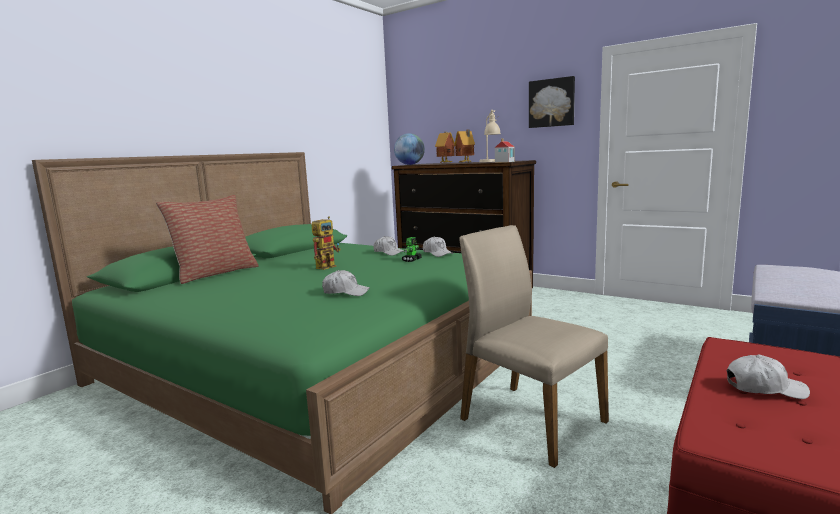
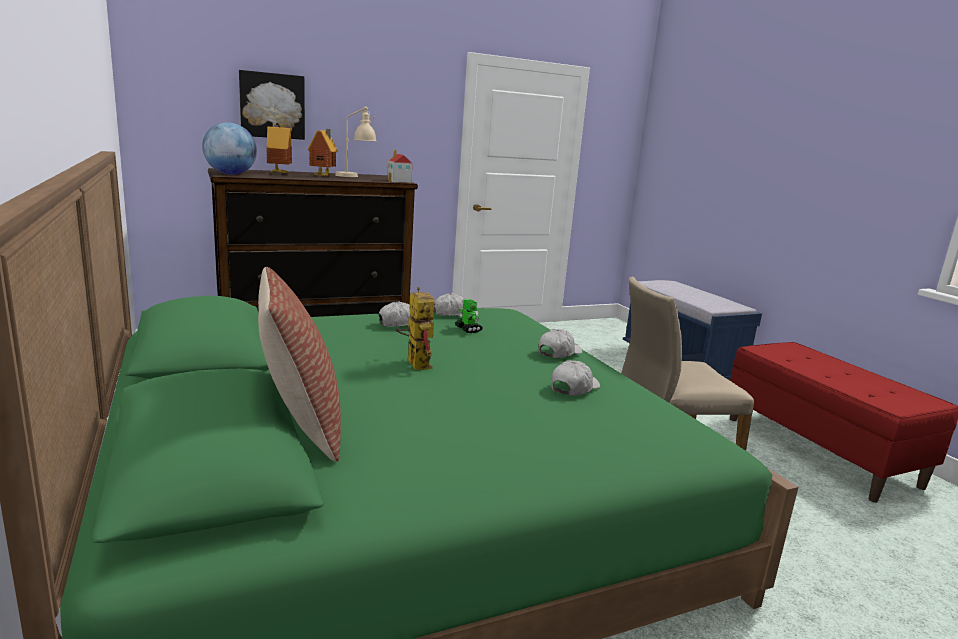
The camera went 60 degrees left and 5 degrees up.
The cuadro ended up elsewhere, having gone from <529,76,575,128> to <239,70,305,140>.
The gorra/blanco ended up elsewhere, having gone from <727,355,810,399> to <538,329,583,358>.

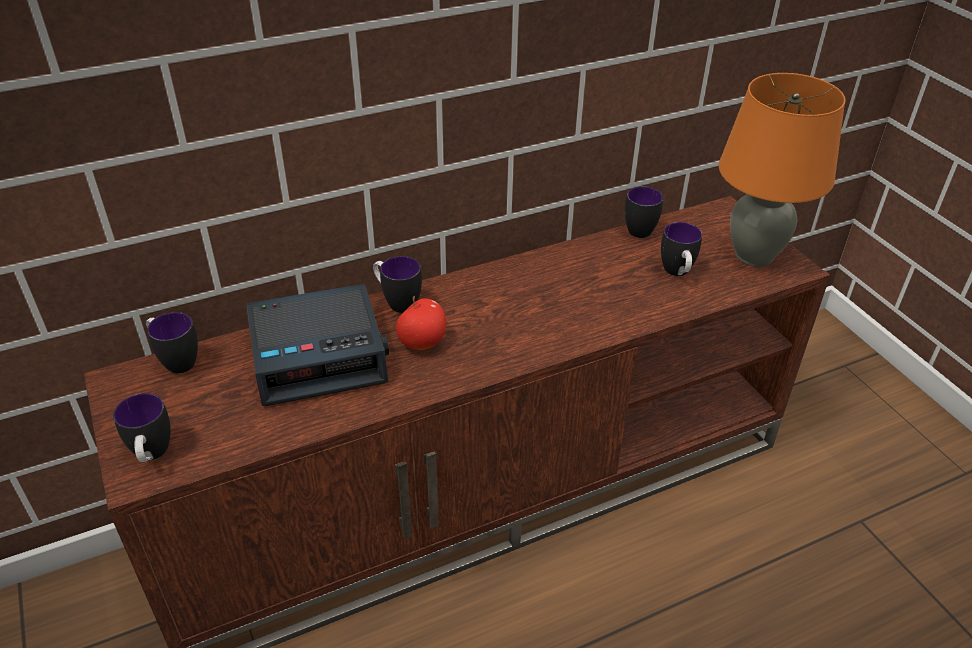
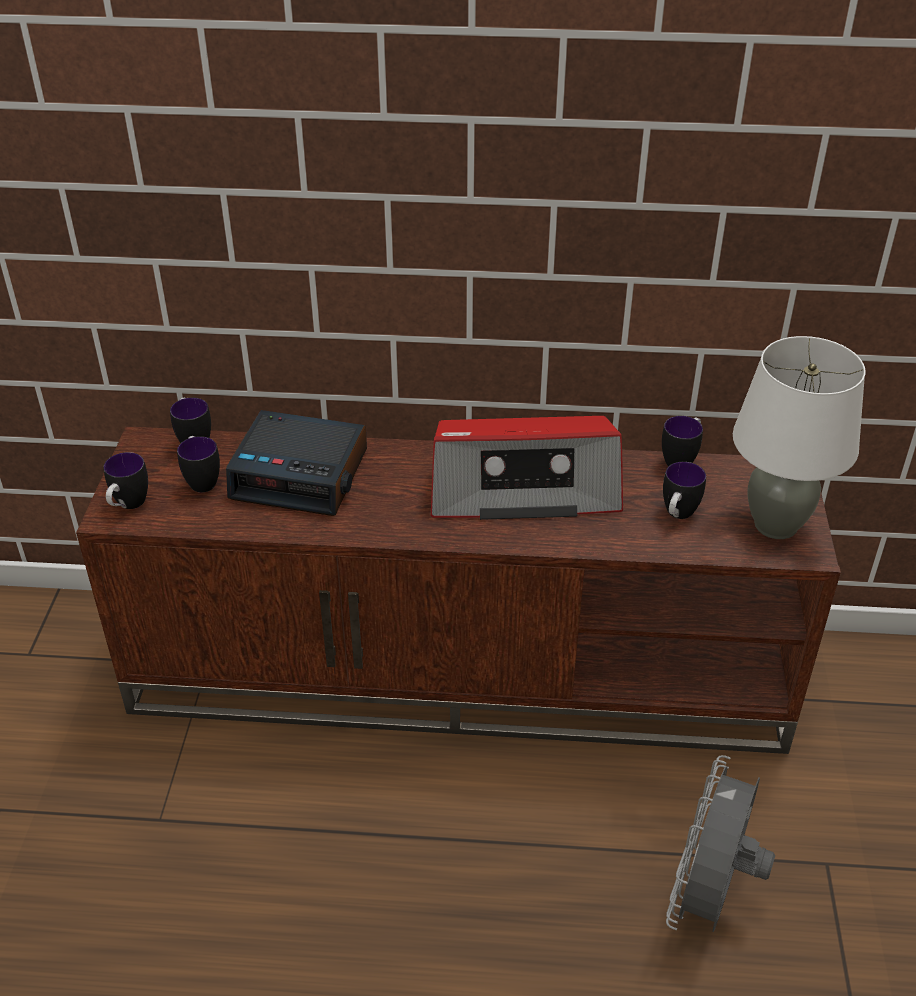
The camera went 30 degrees right and 0 degrees up.
The taza grande ended up elsewhere, having gone from <373,256,422,313> to <177,436,220,492>.
The second view lost the manzana at <396,296,446,350>.
What was the lámpara de mesa/naranja at <719,73,846,267> turned into the lámpara de mesa/blanco at <733,336,866,539>.
The second view gained the radio at <431,416,623,520>.
The second view gained the ventilador/gris at <666,755,775,932>.

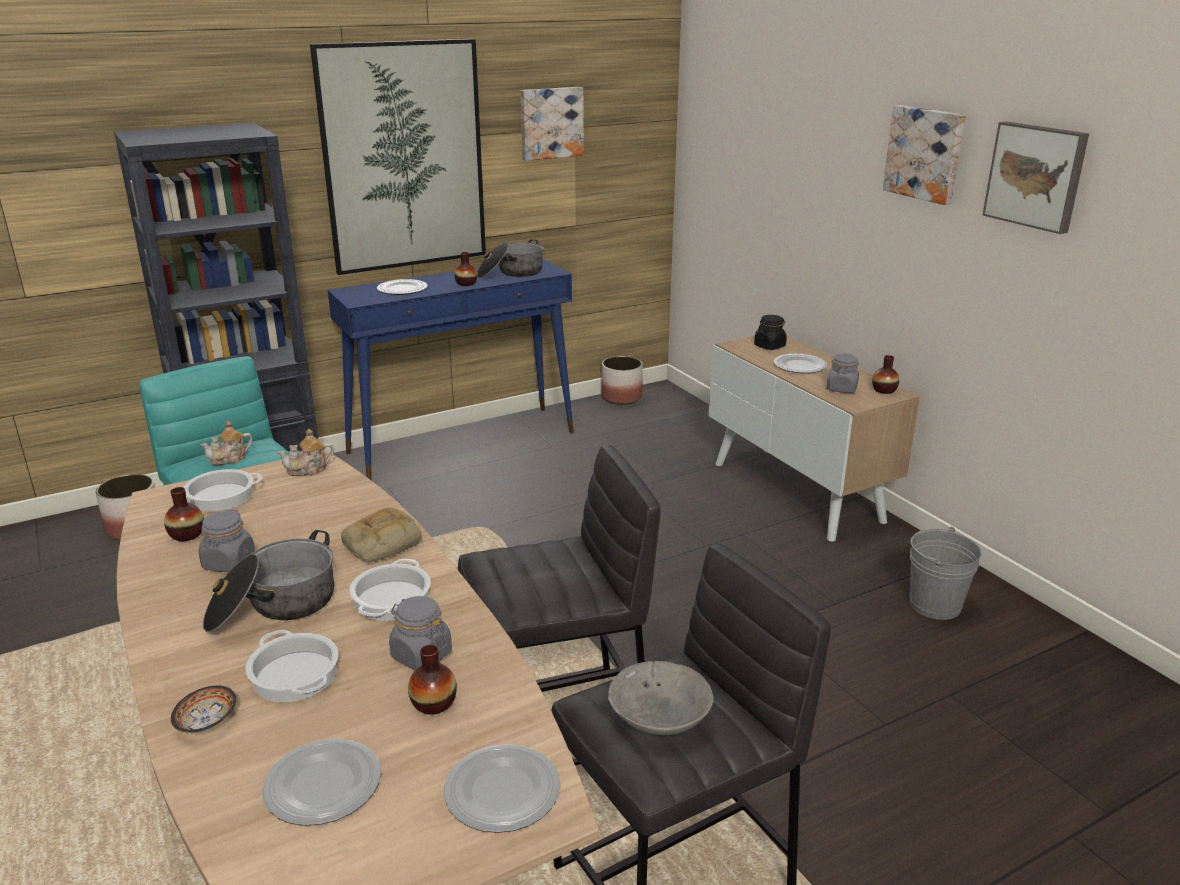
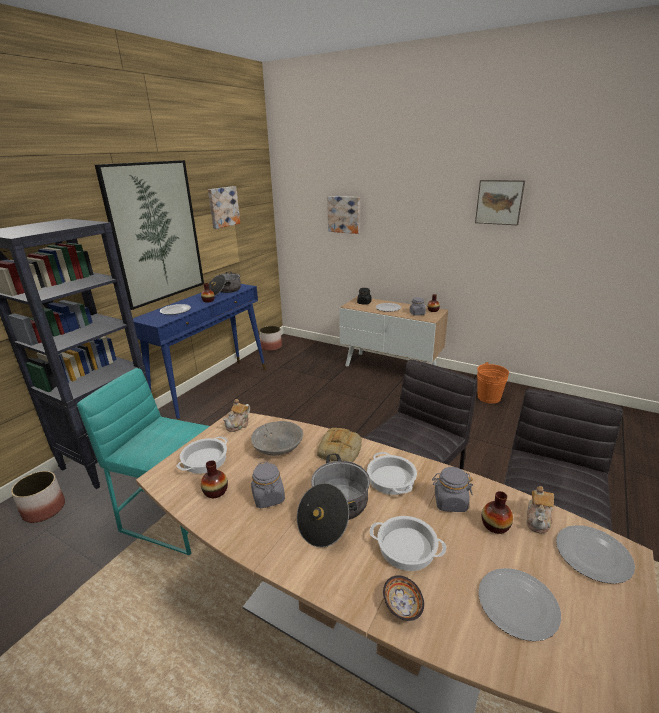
The camera went 30 degrees left and 0 degrees up.
The tetera ended up elsewhere, having gone from <200,421,252,465> to <526,486,554,534>.
The cuenco/gris ended up elsewhere, having gone from <608,661,713,735> to <251,421,303,456>.
The cuadro ended up elsewhere, having gone from <883,105,966,205> to <327,196,360,234>.
What was the cubo/gris at <909,527,982,620> turned into the cubo/naranja at <477,362,509,404>.

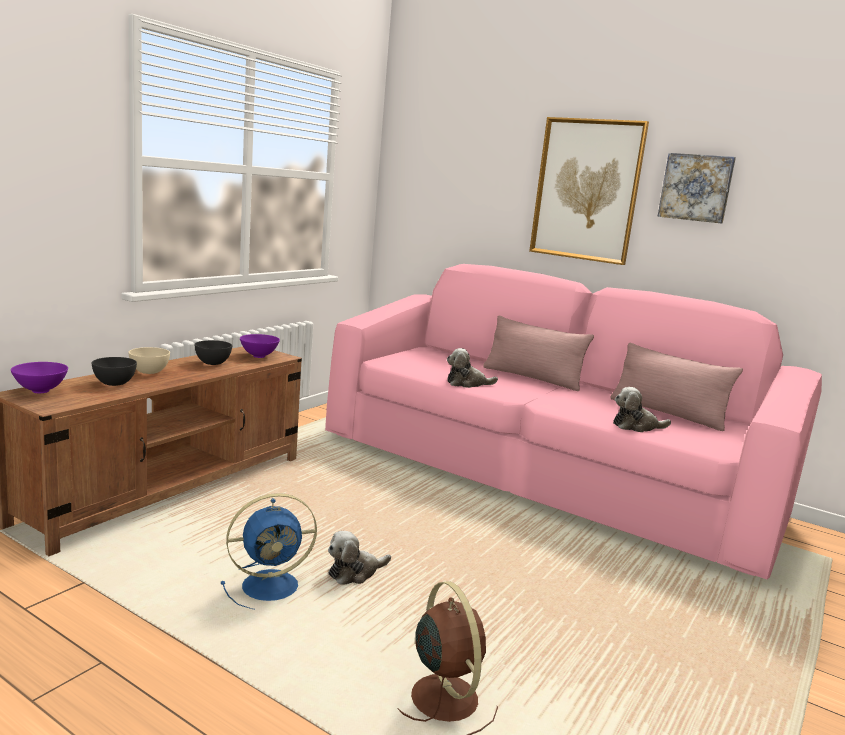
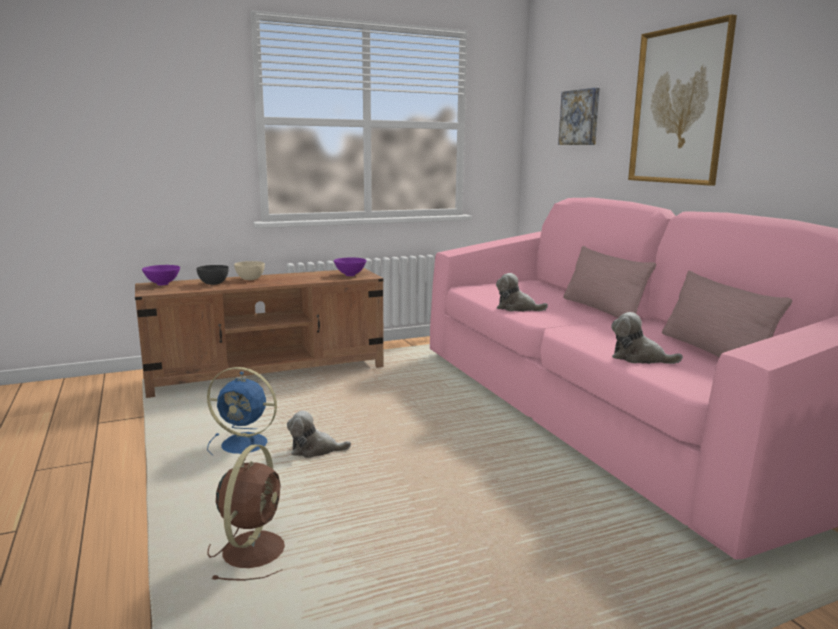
The camera went 35 degrees right and 0 degrees up.
The second view lost the cuenco/gris at <194,340,232,365>.
The cuadro ended up elsewhere, having gone from <658,153,736,223> to <558,88,600,145>.

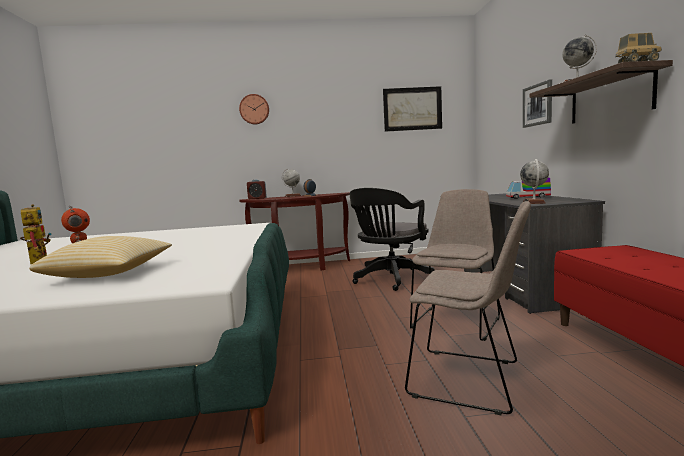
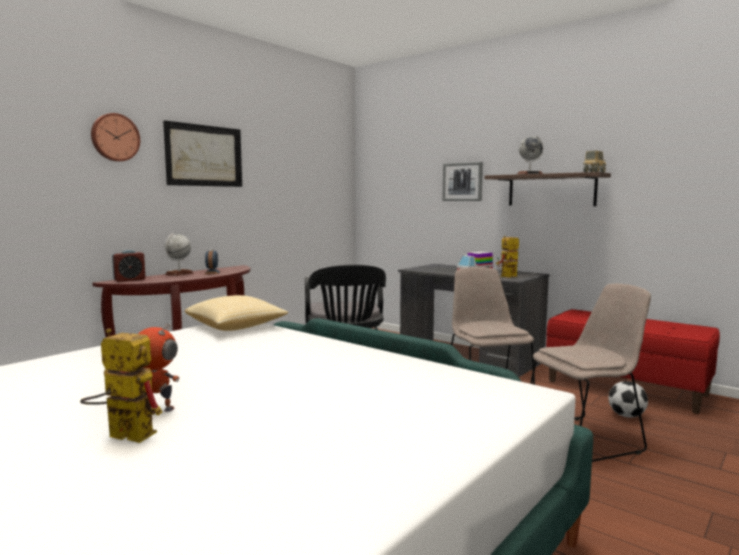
The camera went 45 degrees left and 0 degrees up.
The cojín ended up elsewhere, having gone from <29,236,172,278> to <185,295,288,331>.
The cuadro ended up elsewhere, having gone from <383,86,442,132> to <163,120,242,187>.
Where the globo terráqueo stood at <520,159,549,204>, the robot de juguete came to stand at <496,236,519,277>.
The second view gained the balón de fútbol at <608,381,648,418>.

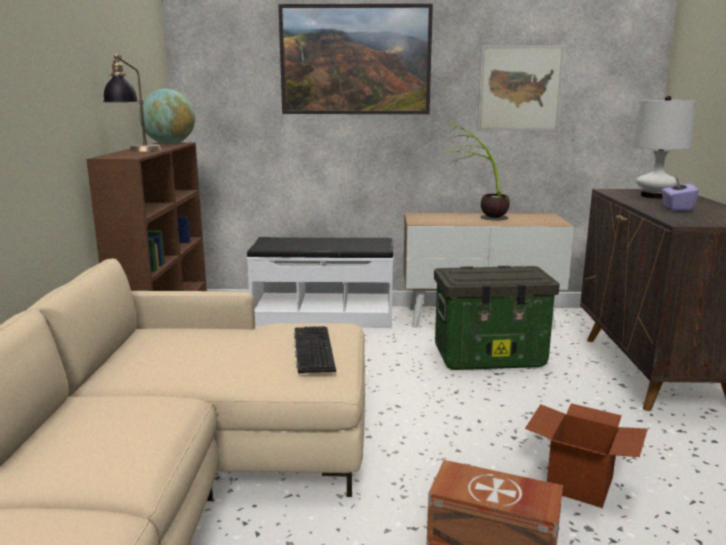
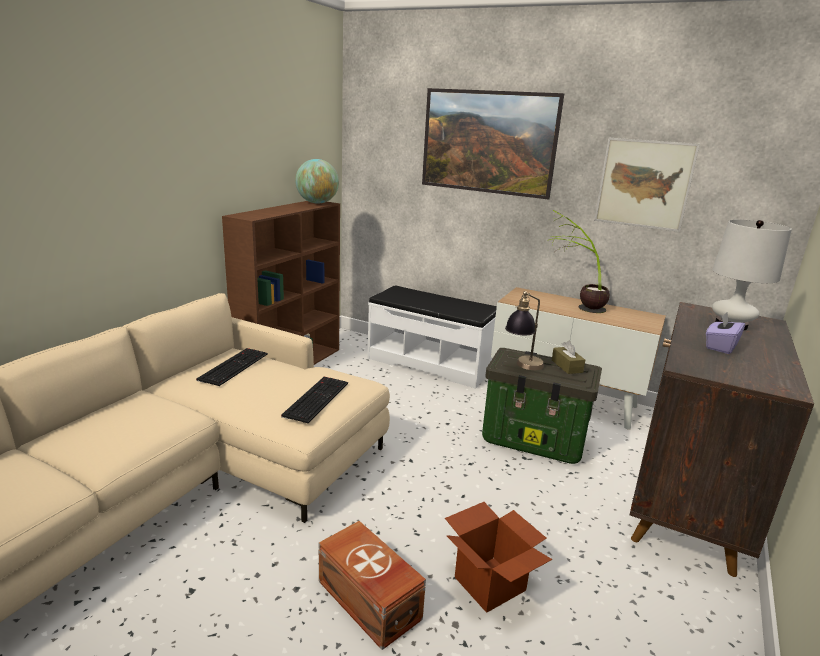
The camera went 25 degrees right and 5 degrees up.
The lámpara de mesa ended up elsewhere, having gone from <103,54,162,152> to <505,291,544,370>.
The second view gained the teclado at <196,348,268,386>.
The second view gained the caja de pañuelos/marrón at <552,341,585,374>.

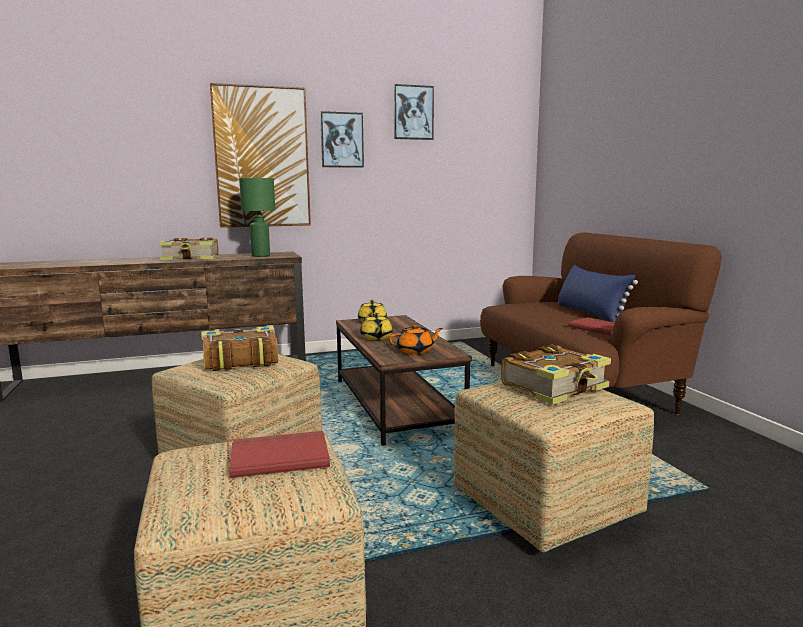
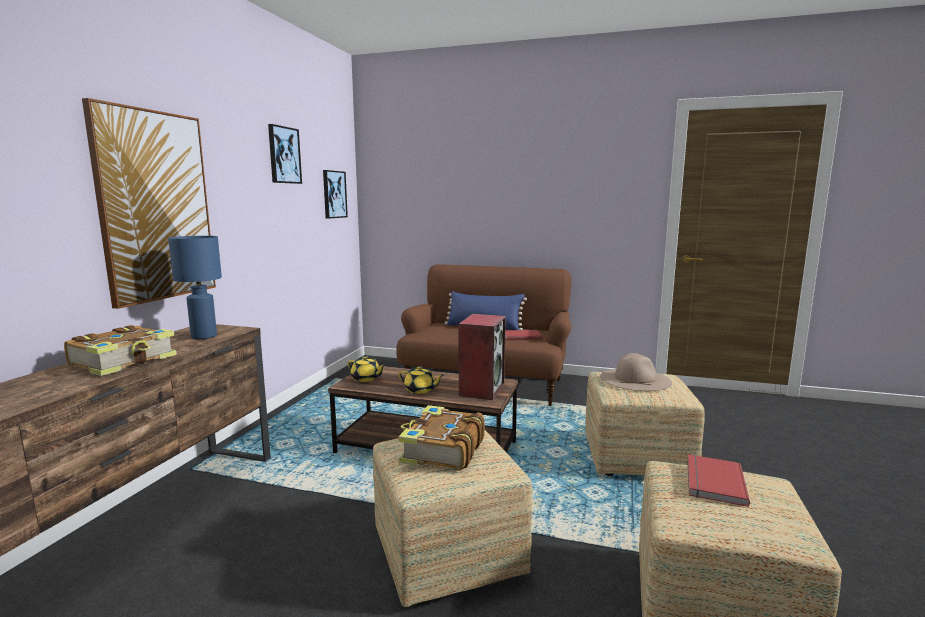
The camera went 55 degrees left and 0 degrees up.
What was the lámpara de mesa/verde at <239,178,275,257> turned into the lámpara de mesa/azul at <168,236,222,339>.
The cuadro ended up elsewhere, having gone from <320,111,364,168> to <323,170,348,219>.
Where the tetera/naranja stood at <389,324,443,355>, the altavoz came to stand at <459,314,506,400>.
Where the libro stood at <501,345,611,405>, the sombrero/beis came to stand at <600,353,672,391>.

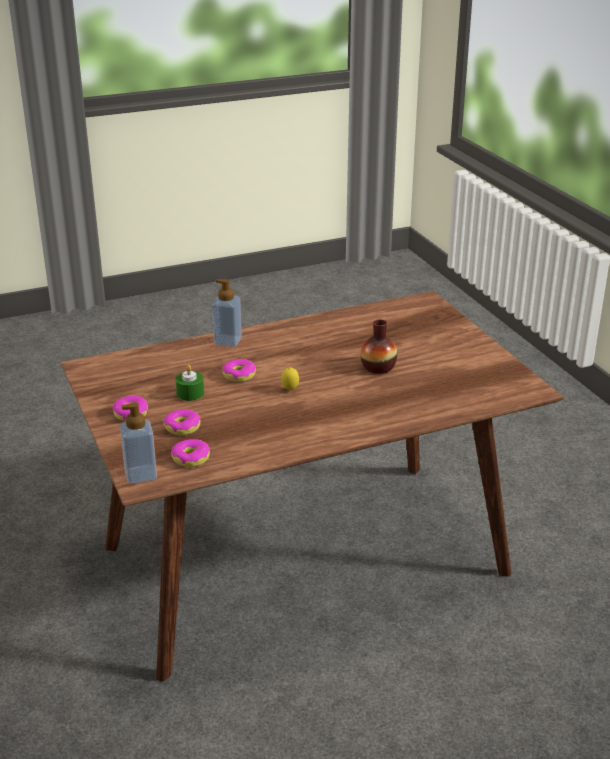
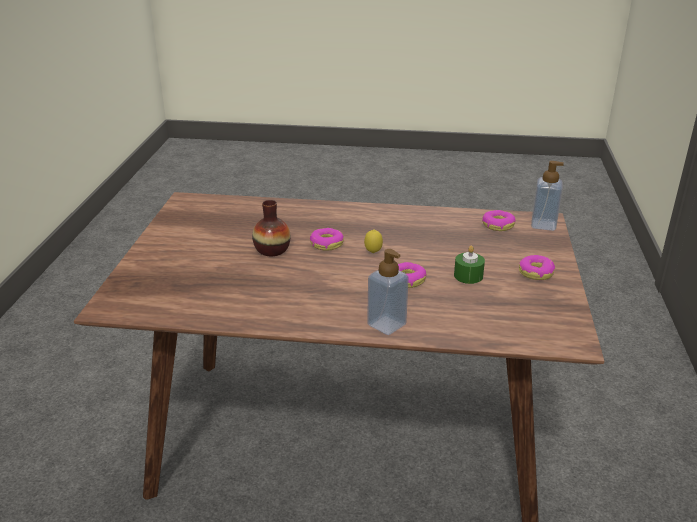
The camera went 150 degrees left and 0 degrees up.
The rosquilla ended up elsewhere, having gone from <164,409,200,436> to <309,228,344,251>.

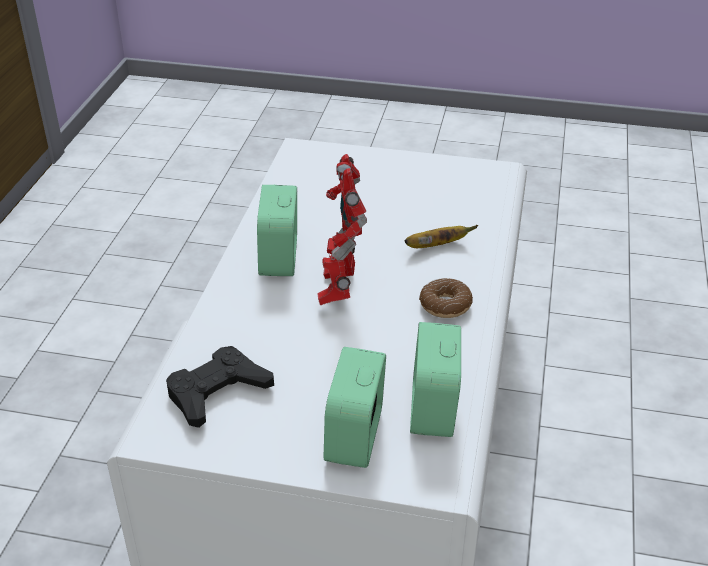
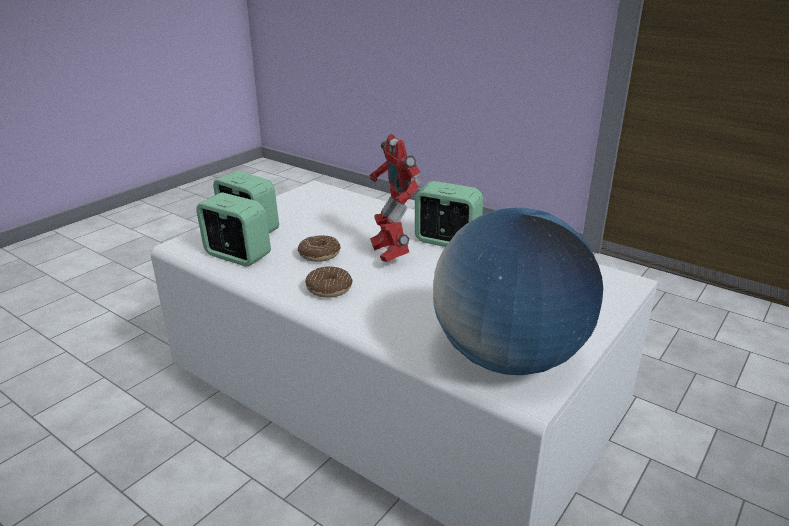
The camera went 115 degrees right and 10 degrees down.
The second view lost the mando de consola/negro at <166,346,274,428>.
The robot de juguete at <317,154,367,305> ended up facing another way, 135 degrees counterclockwise from before.
The second view lost the plátano at <405,225,478,248>.
The second view gained the rosquilla at <298,235,341,262>.
The second view gained the globo terráqueo at <433,208,603,375>.

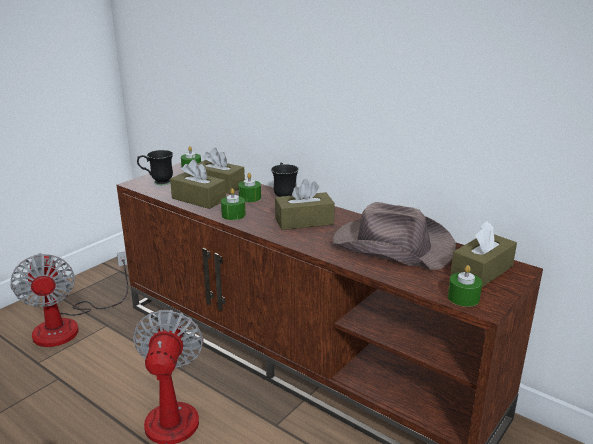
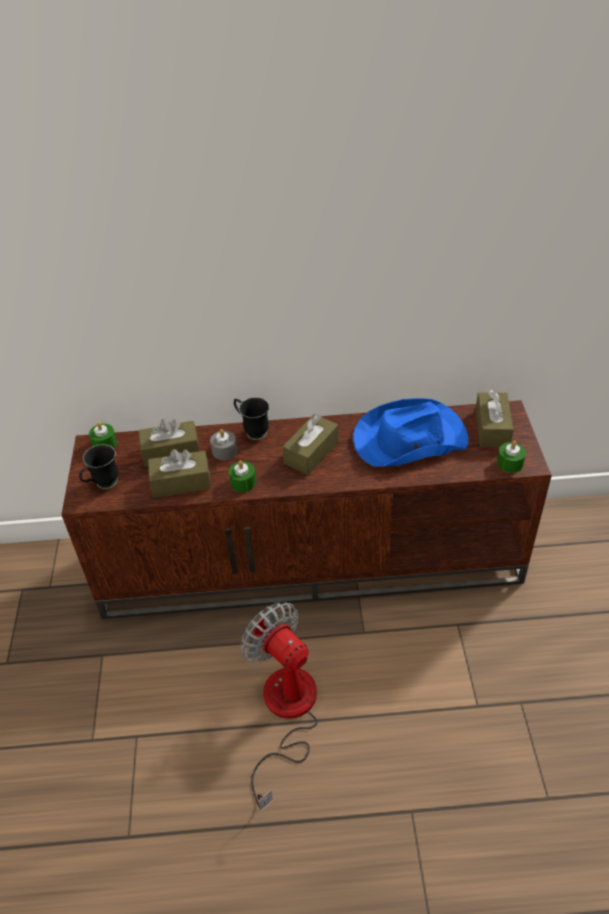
The camera went 40 degrees left and 20 degrees up.
The second view lost the ventilador at <10,251,128,347>.
What was the vela/verde at <238,173,261,202> turned into the vela/gris at <210,429,237,460>.
What was the sombrero/marrón at <333,202,456,270> turned into the sombrero/azul at <353,398,468,467>.

